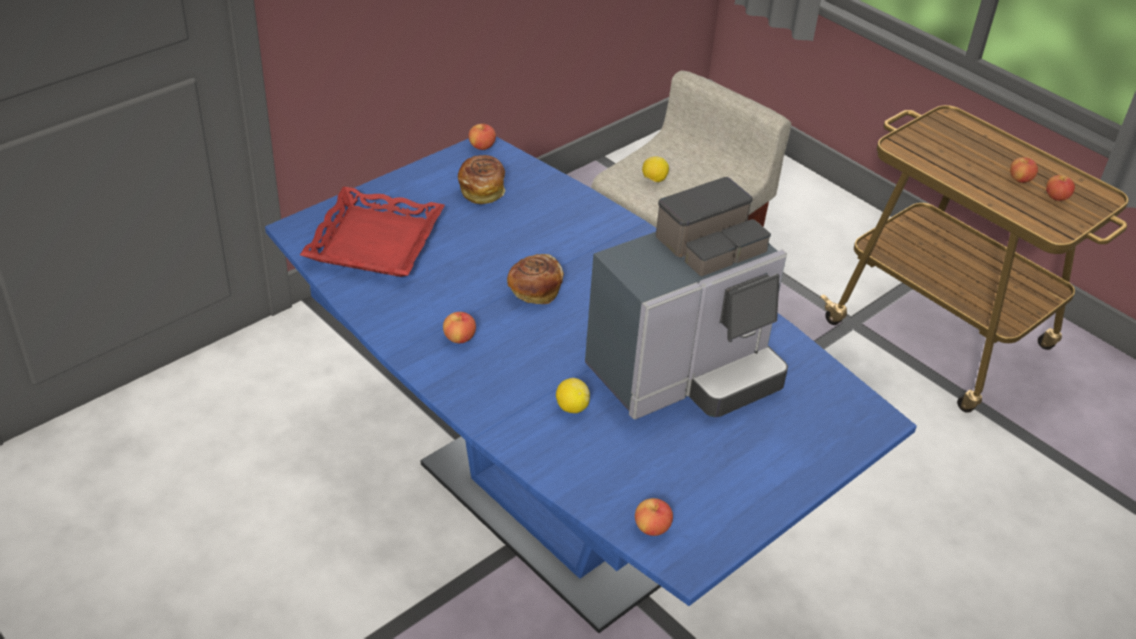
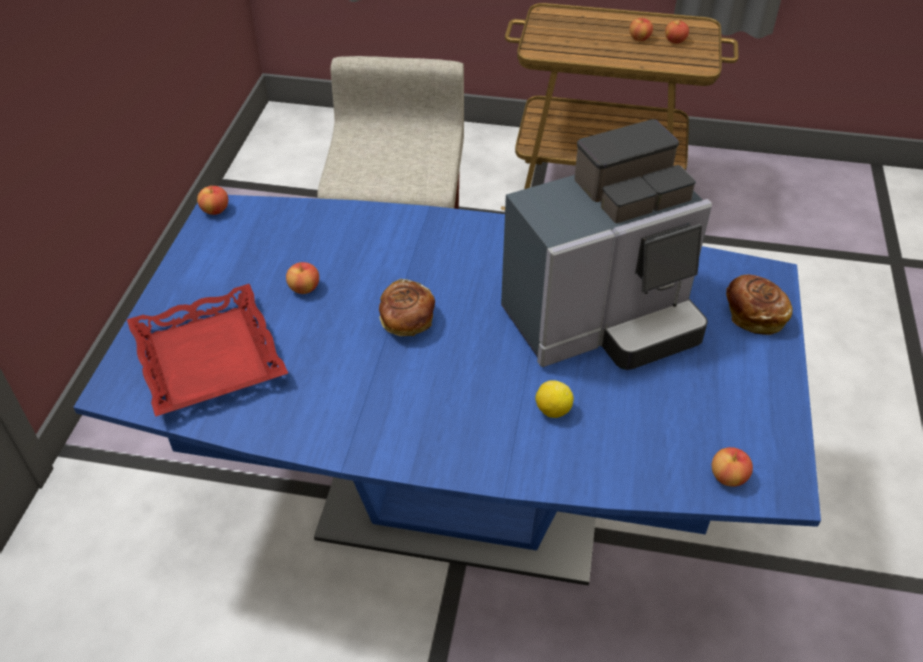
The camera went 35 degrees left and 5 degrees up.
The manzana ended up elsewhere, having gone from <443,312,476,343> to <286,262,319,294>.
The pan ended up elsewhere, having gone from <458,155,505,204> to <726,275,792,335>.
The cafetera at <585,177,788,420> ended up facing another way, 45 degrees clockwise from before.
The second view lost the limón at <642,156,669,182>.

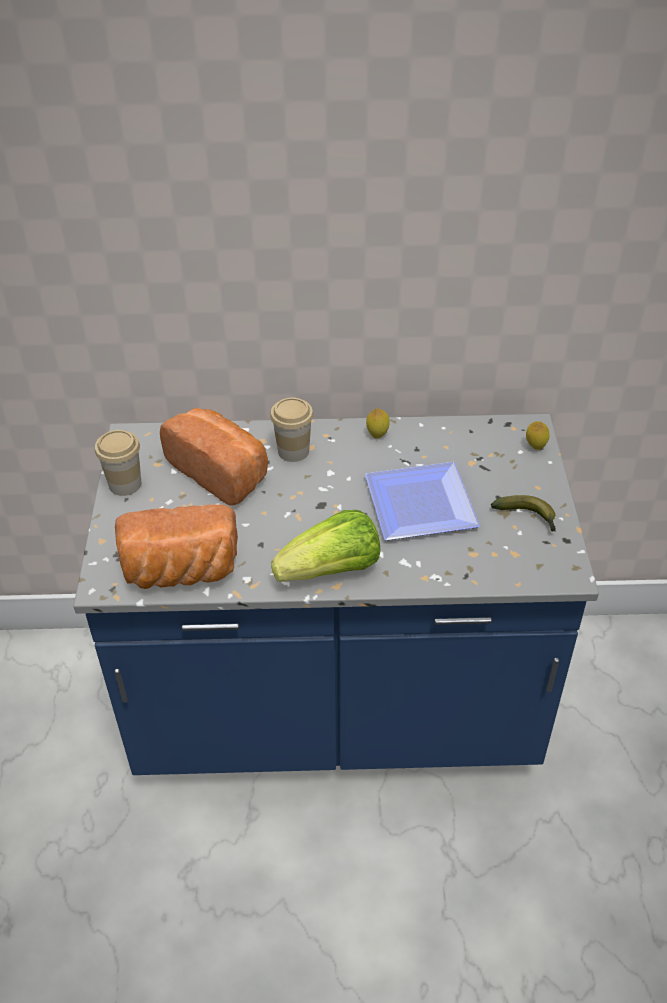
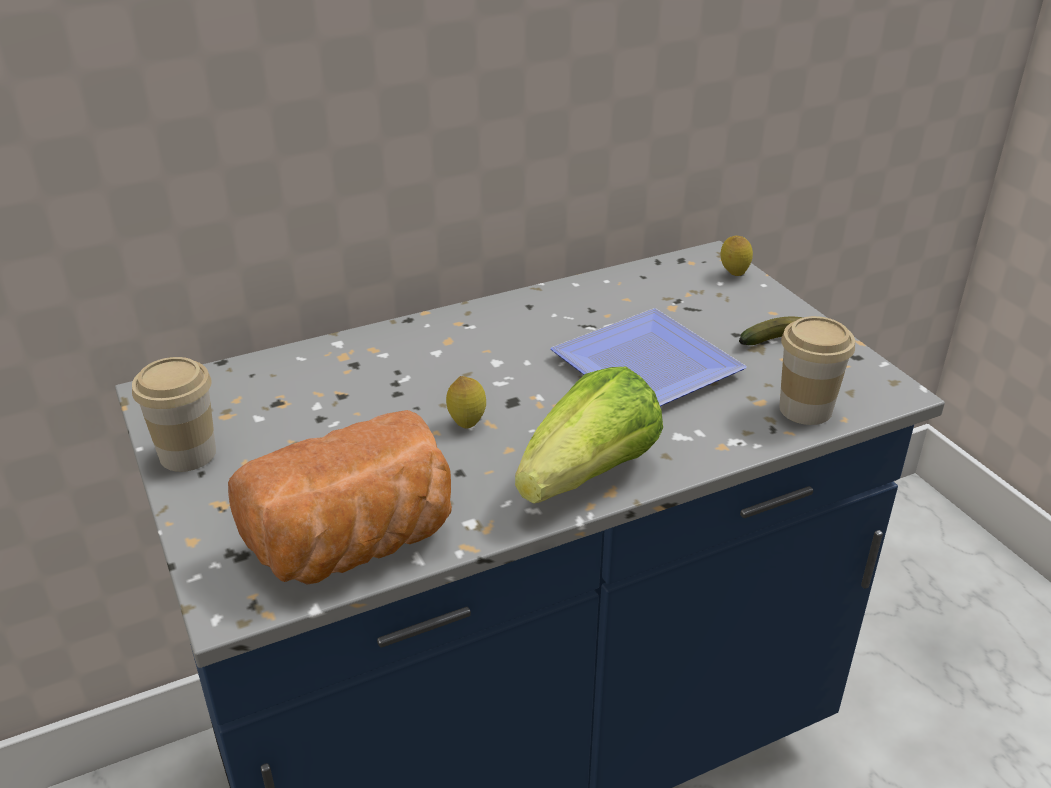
The camera went 25 degrees left and 10 degrees down.
The second view lost the pan at <160,408,268,505>.
The taza ended up elsewhere, having gone from <270,397,314,462> to <779,316,855,425>.
The limón ended up elsewhere, having gone from <366,408,390,438> to <446,376,486,429>.

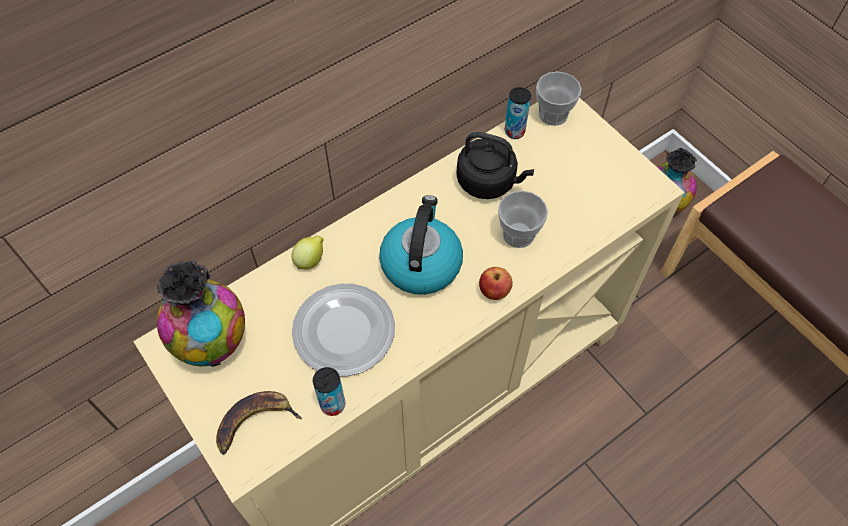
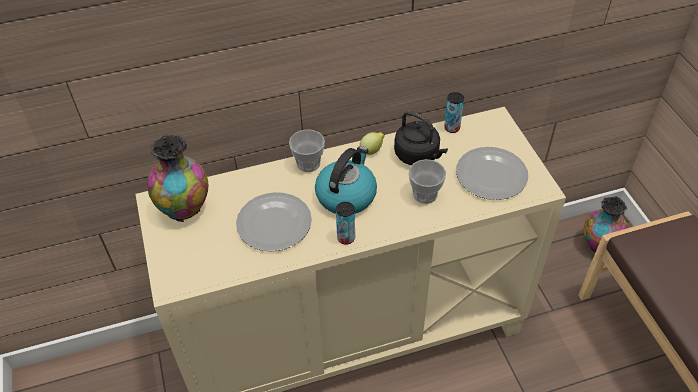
The camera went 20 degrees right and 10 degrees down.
The second view lost the plátano at <216,391,303,455>.
The limón ended up elsewhere, having gone from <292,235,324,270> to <360,132,385,155>.
The lata ended up elsewhere, having gone from <313,367,345,416> to <336,202,355,245>.
The second view lost the manzana at <479,267,513,300>.
The taza ended up elsewhere, having gone from <536,71,582,126> to <289,129,325,172>.
The second view gained the plato at <456,147,528,200>.

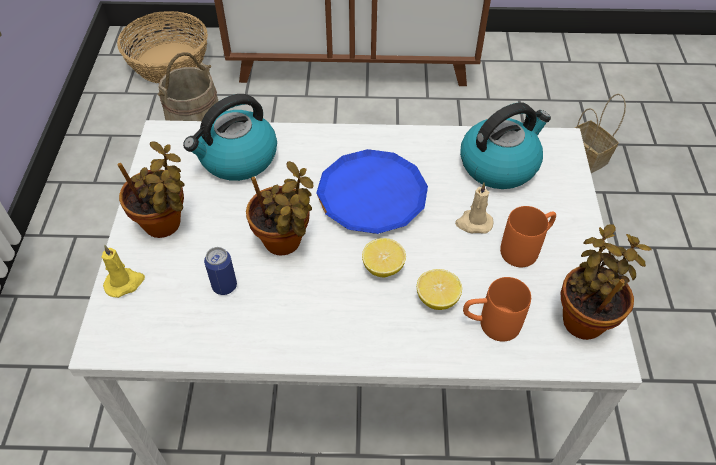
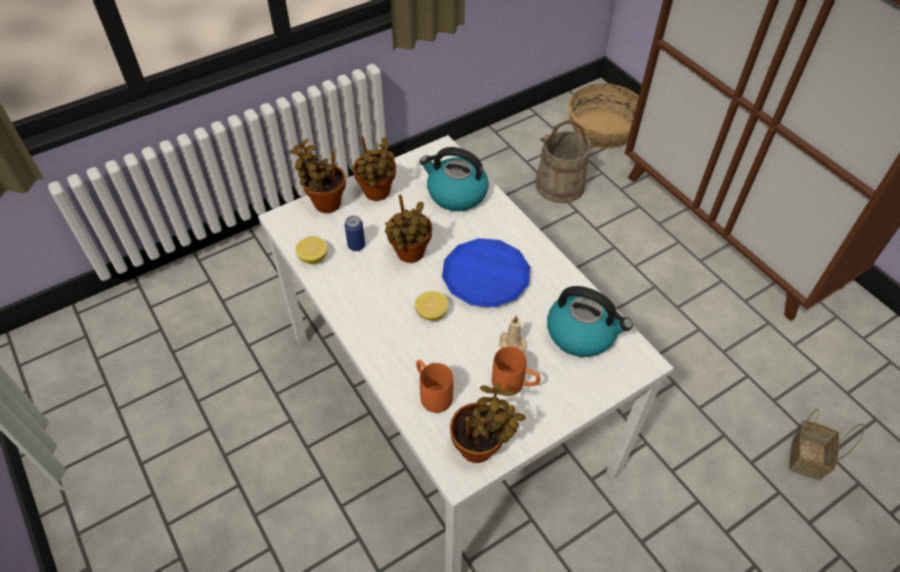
The camera went 55 degrees right and 0 degrees up.
Where the vela/amarillo stood at <101,245,145,298>, the planta en maceta came to stand at <290,138,346,213>.
The limón ended up elsewhere, having gone from <417,269,462,310> to <295,236,327,264>.

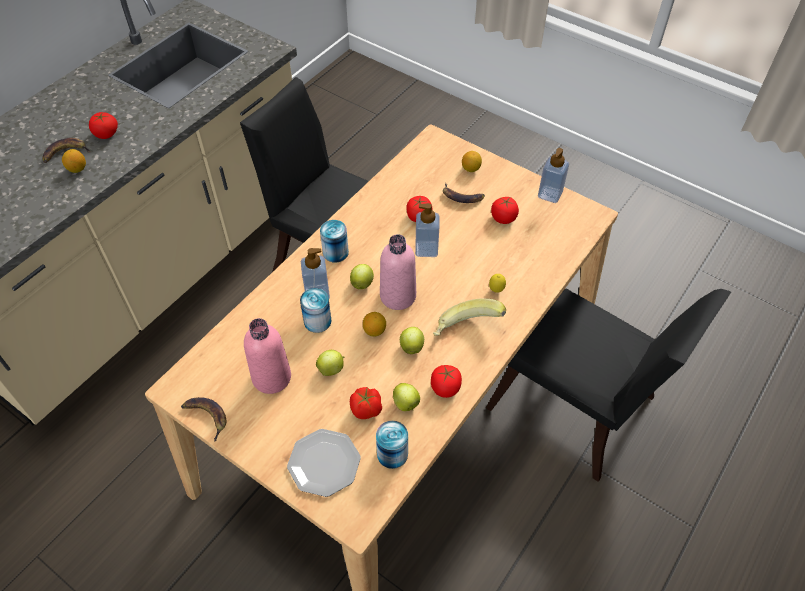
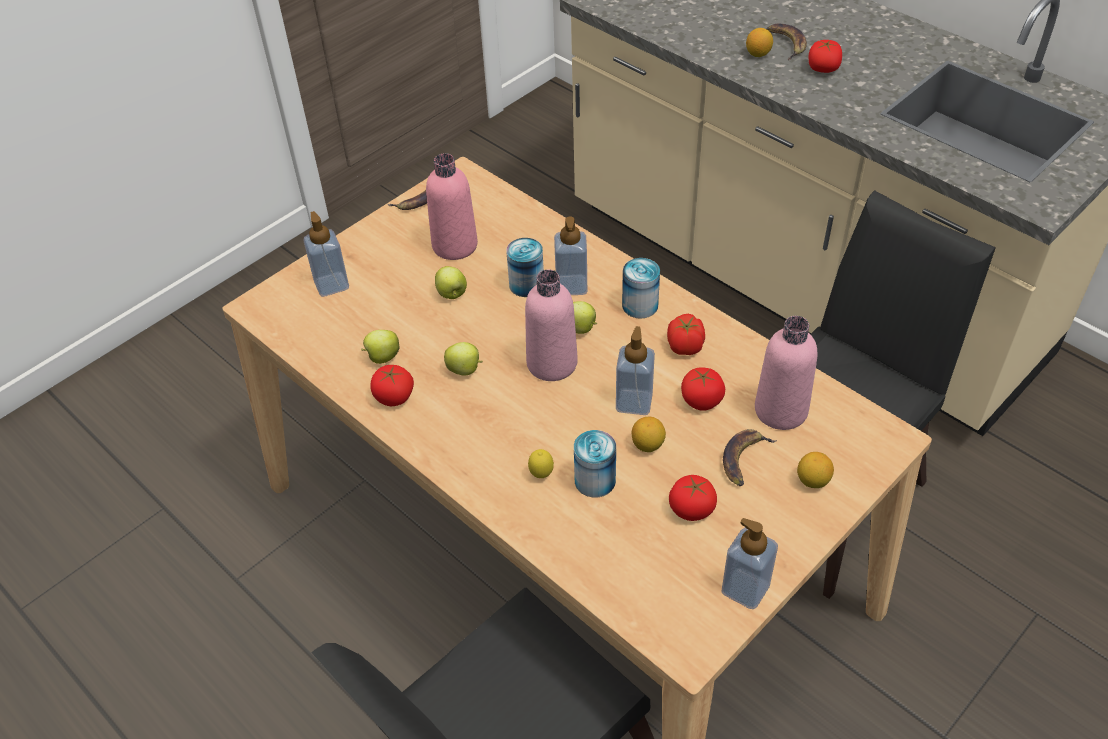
The camera went 100 degrees right and 5 degrees down.
Where the plato stood at <287,429,361,497>, the dispensador de jabón came to stand at <303,211,349,297>.
The tomate ended up elsewhere, having gone from <350,387,382,419> to <667,314,705,355>.
The limón ended up elsewhere, having gone from <363,312,386,337> to <632,416,666,452>.
The lata ended up elsewhere, having gone from <376,421,408,469> to <574,430,616,497>.
The second view lost the plátano at <433,298,506,336>.
The second view gained the botella/rosa at <755,316,817,430>.

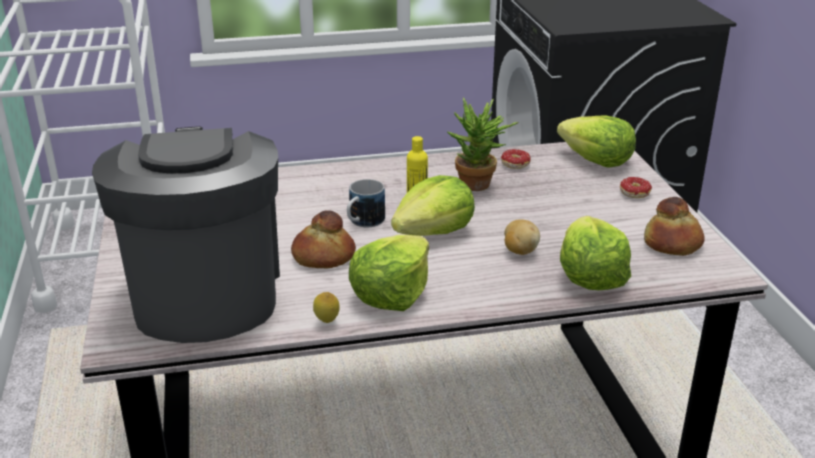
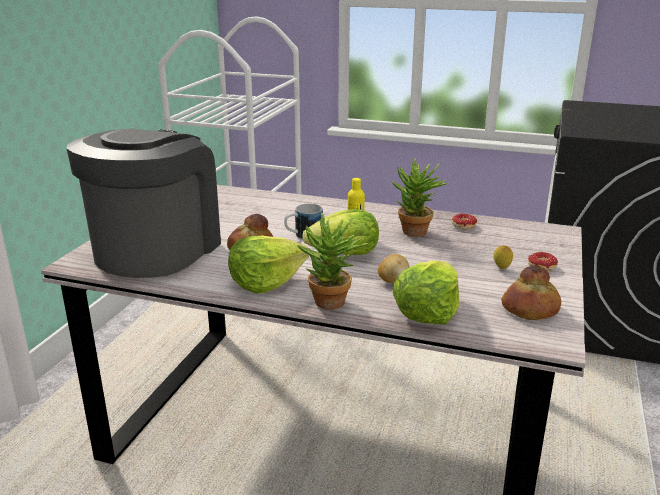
The camera went 30 degrees right and 5 degrees down.
The limón ended up elsewhere, having gone from <313,292,340,323> to <493,245,513,269>.
The second view lost the lechuga at <557,115,636,168>.
The second view gained the planta en maceta at <297,213,370,310>.

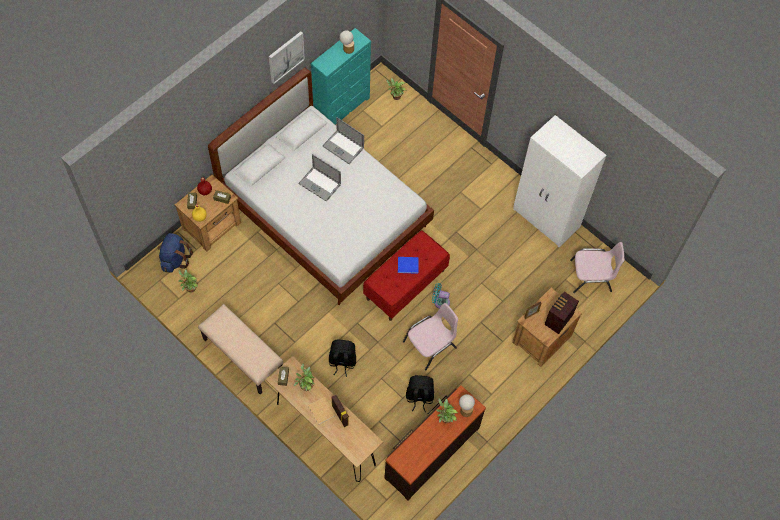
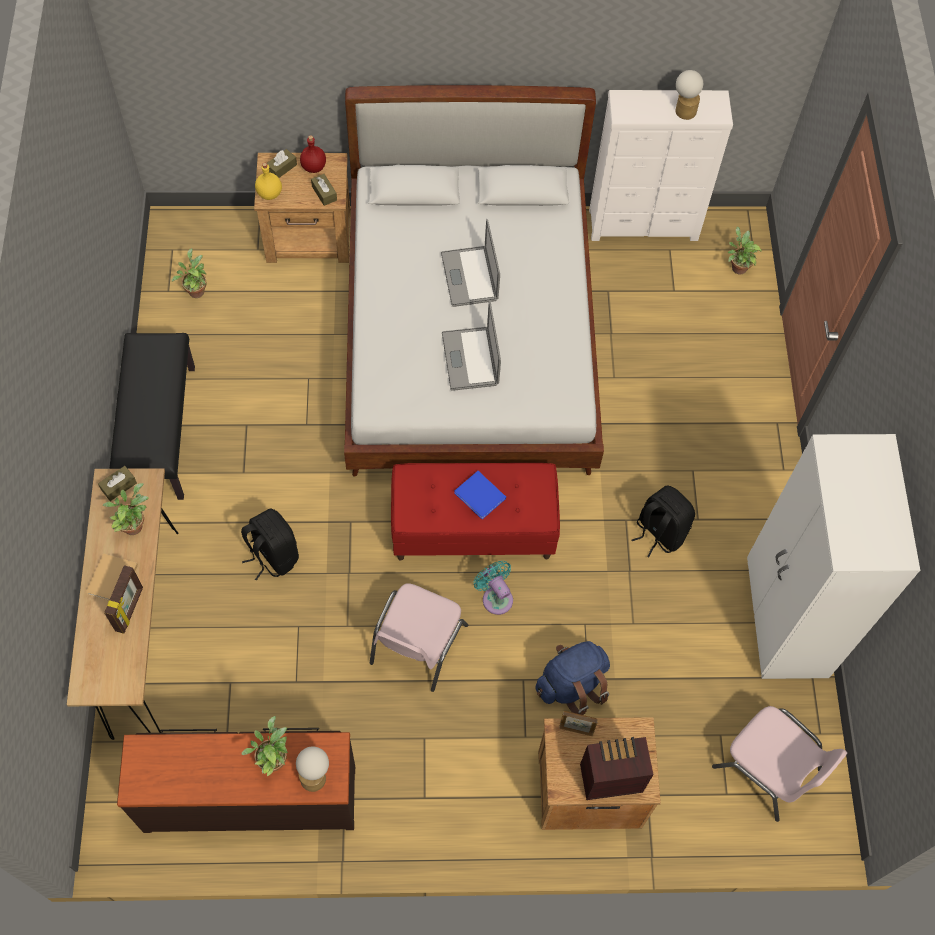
The camera went 45 degrees right and 0 degrees up.
The mochila/azul ended up elsewhere, having gone from <157,233,193,273> to <535,641,610,715>.
What was the banco/beis at <198,304,284,394> turned into the banco/negro at <109,333,195,500>.
The second view lost the cuadro at <269,31,305,84>.
What was the cómoda/turquesa at <311,28,371,125> turned into the cómoda/blanco at <589,90,733,241>.
The portátil ended up elsewhere, having gone from <323,117,364,164> to <442,301,501,391>.
The silla/rosa at <403,303,458,371> ended up facing another way, 105 degrees clockwise from before.
The mochila/negro ended up elsewhere, having gone from <406,375,434,412> to <631,486,695,557>.

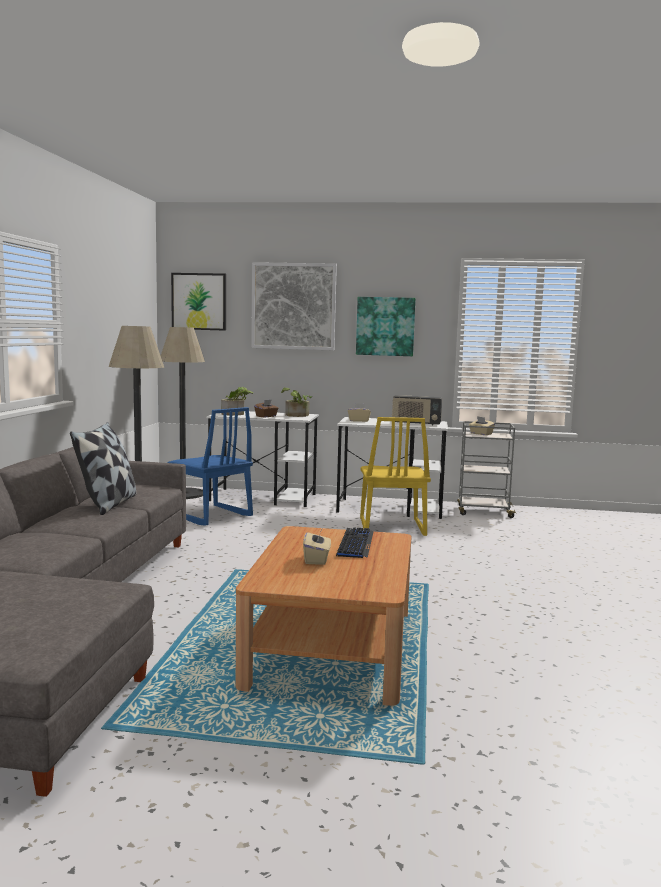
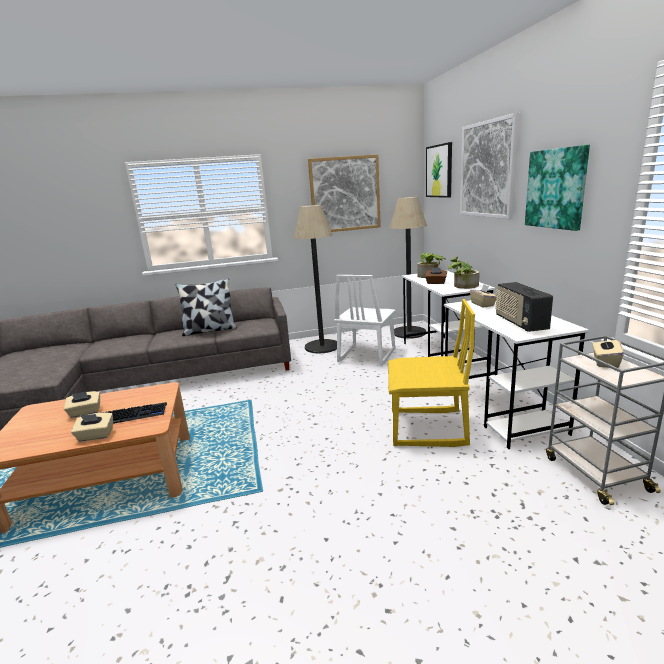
The camera went 70 degrees right and 10 degrees up.
What was the silla/azul at <167,407,253,526> turned into the silla/blanco at <334,275,396,366>.
The silla/amarillo at <360,417,431,536> ended up facing another way, 150 degrees counterclockwise from before.
The second view gained the caja de pañuelos/beis at <71,412,113,442>.
The second view gained the cuadro at <308,155,381,232>.

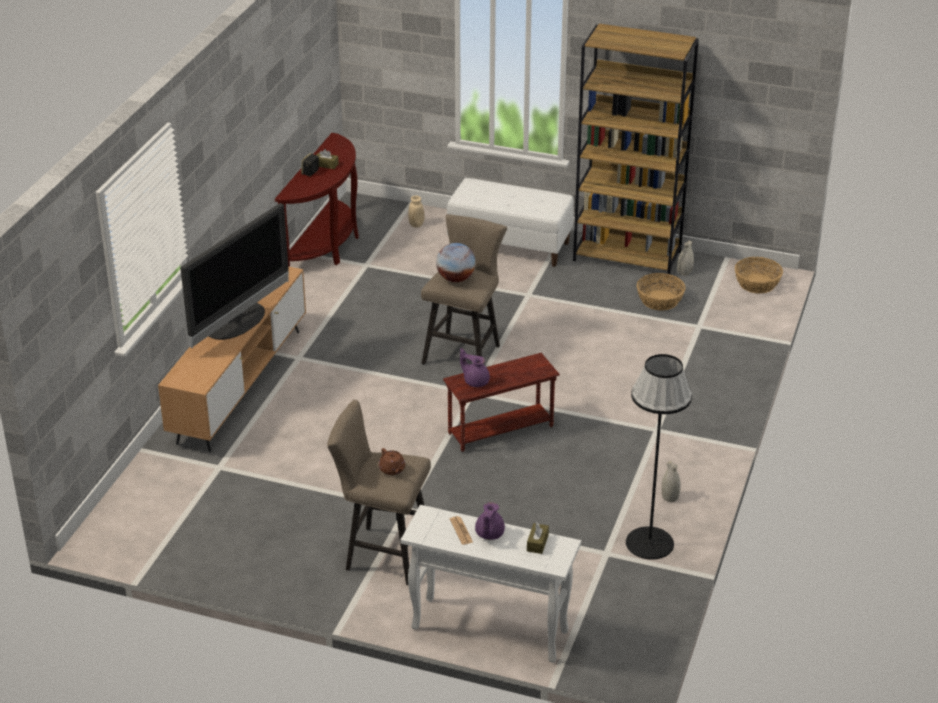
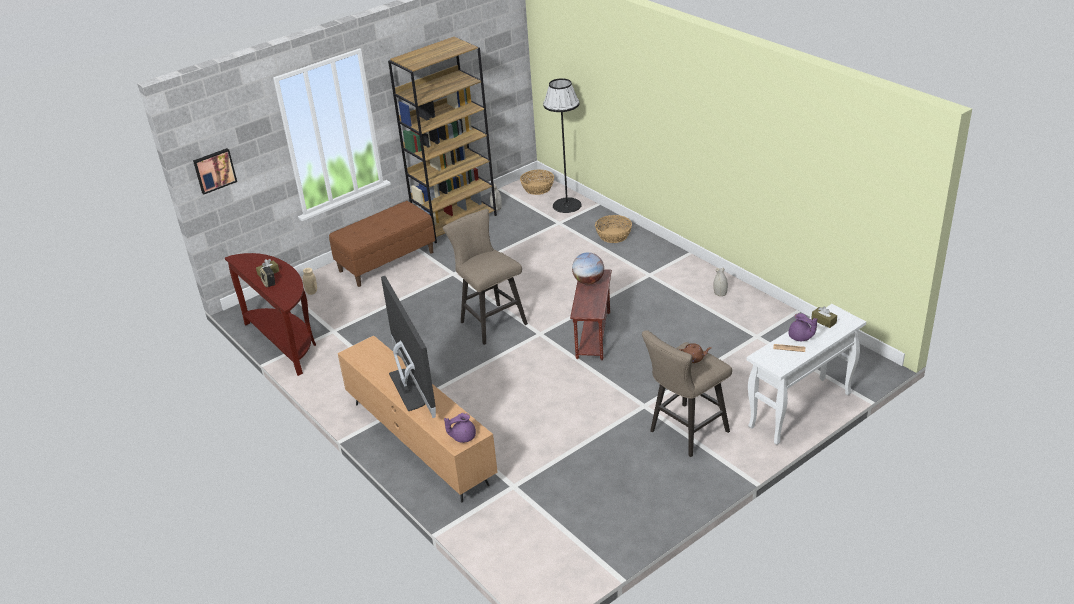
The camera went 55 degrees left and 0 degrees up.
The globo terráqueo ended up elsewhere, having gone from <436,243,476,282> to <572,252,604,285>.
What was the banco/blanco at <447,178,574,267> turned into the banco/marrón at <329,201,435,287>.
The tetera/morado ended up elsewhere, having gone from <460,348,490,387> to <444,413,476,443>.
The lámpara de pie/negro ended up elsewhere, having gone from <626,354,692,560> to <543,78,582,213>.
The cesta ended up elsewhere, having gone from <637,273,686,311> to <595,215,632,243>.
The second view gained the cuadro at <193,148,237,194>.

